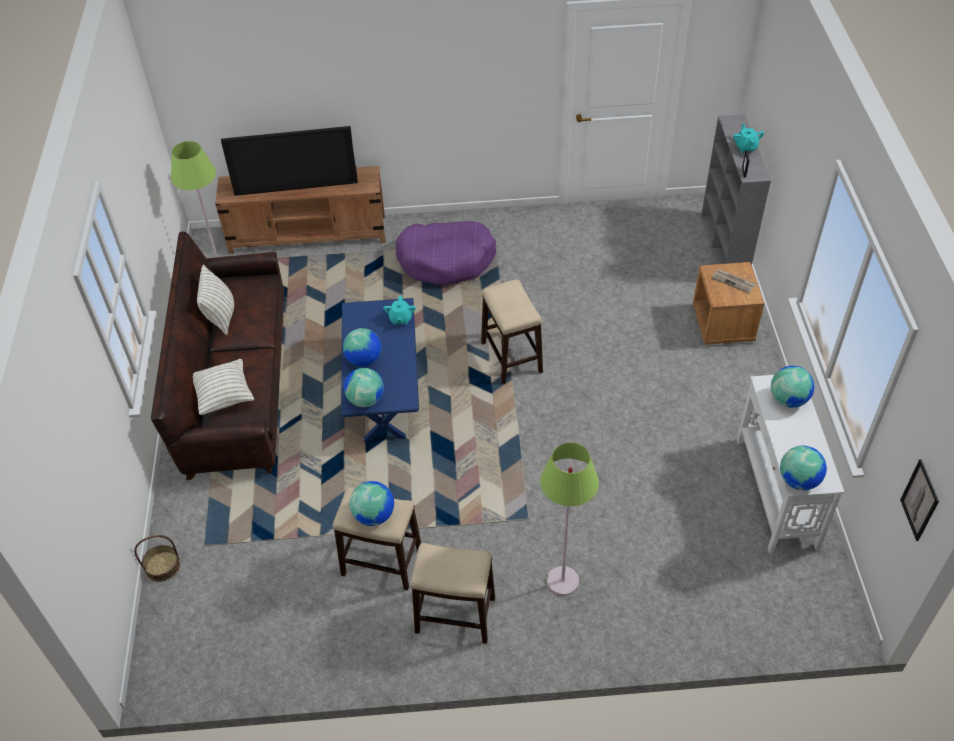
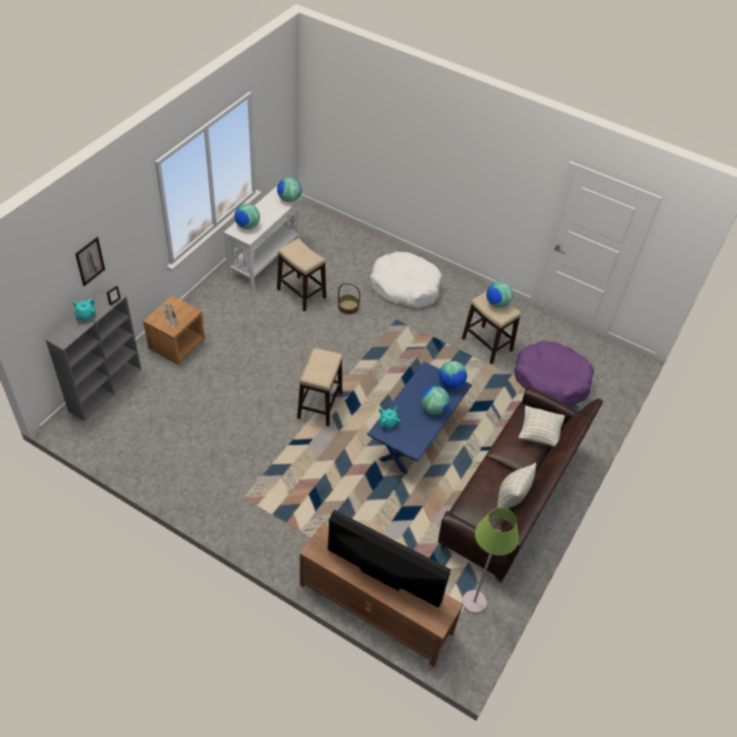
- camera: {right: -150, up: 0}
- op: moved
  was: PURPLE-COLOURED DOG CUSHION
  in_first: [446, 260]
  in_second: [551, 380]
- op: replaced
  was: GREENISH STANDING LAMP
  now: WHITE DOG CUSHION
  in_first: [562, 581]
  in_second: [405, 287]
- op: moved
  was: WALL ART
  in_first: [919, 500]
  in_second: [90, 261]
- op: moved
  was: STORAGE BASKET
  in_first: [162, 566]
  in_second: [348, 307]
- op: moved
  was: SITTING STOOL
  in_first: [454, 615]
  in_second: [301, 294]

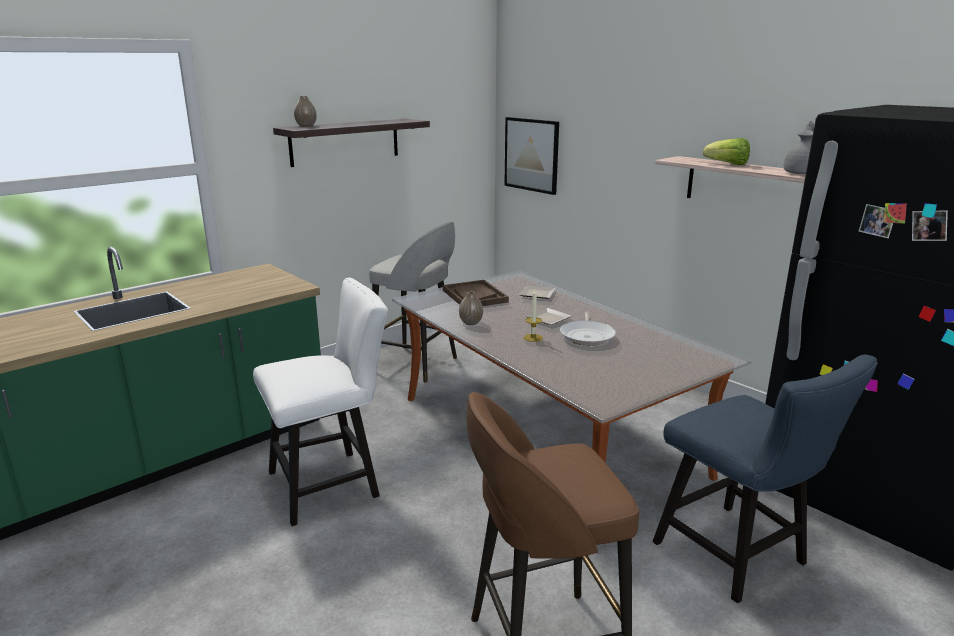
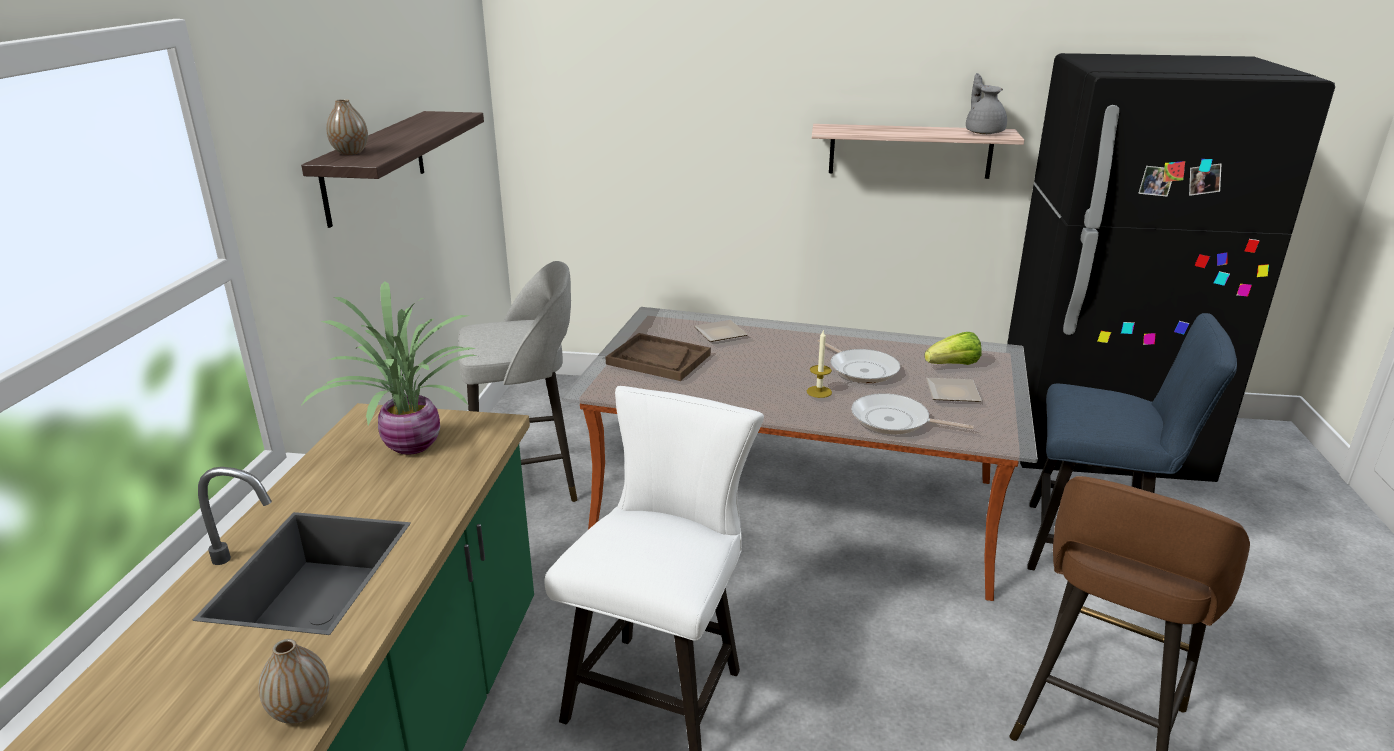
- camera: {right: -40, up: 5}
- op: removed
  was: WALL ART
  in_first: [531, 155]
- op: moved
  was: LETTUCE HEAD
  in_first: [727, 164]
  in_second: [953, 365]
- op: moved
  was: FLOWER VASE
  in_first: [471, 323]
  in_second: [301, 710]
- op: moved
  was: FLAT DISH
  in_first: [548, 319]
  in_second: [954, 394]
- op: added
  now: POTTED PLANT
  in_second: [412, 443]
- op: added
  now: FRYING PAN
  in_second: [894, 421]

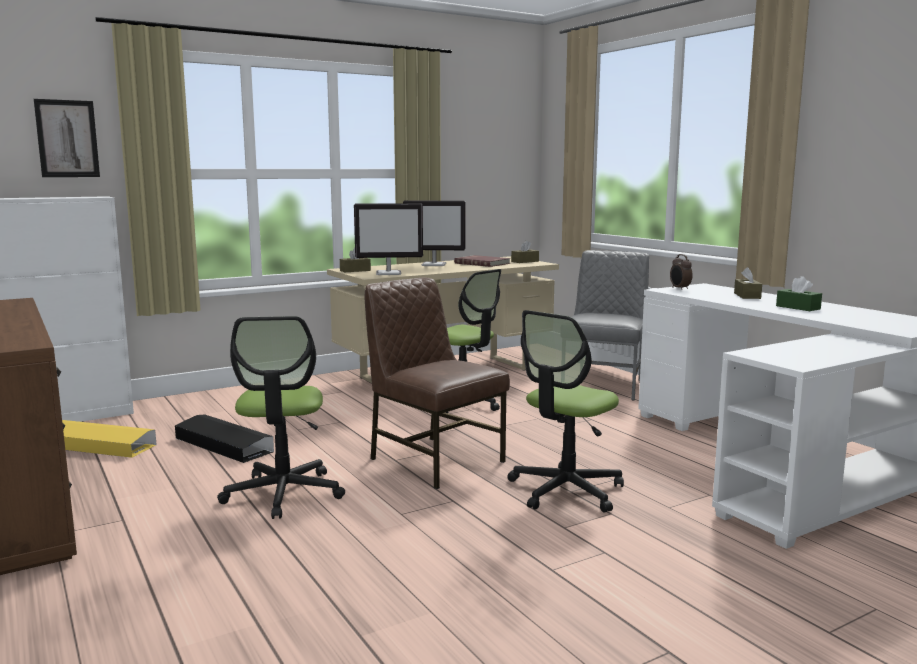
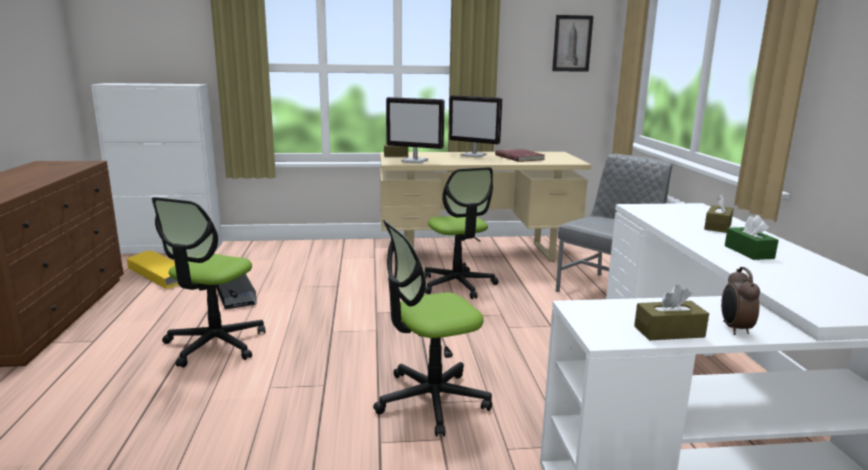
- camera: {right: 25, up: 5}
- op: moved
  was: WALL ART
  in_first: [67, 138]
  in_second: [572, 43]
- op: moved
  was: BROWN-COLOURED BOX OF TISSUES
  in_first: [525, 261]
  in_second: [669, 332]
- op: moved
  was: BEDSIDE CLOCK
  in_first: [679, 288]
  in_second: [734, 329]
- op: removed
  was: BROWN-COLOURED UPRIGHT CHAIR
  in_first: [434, 460]

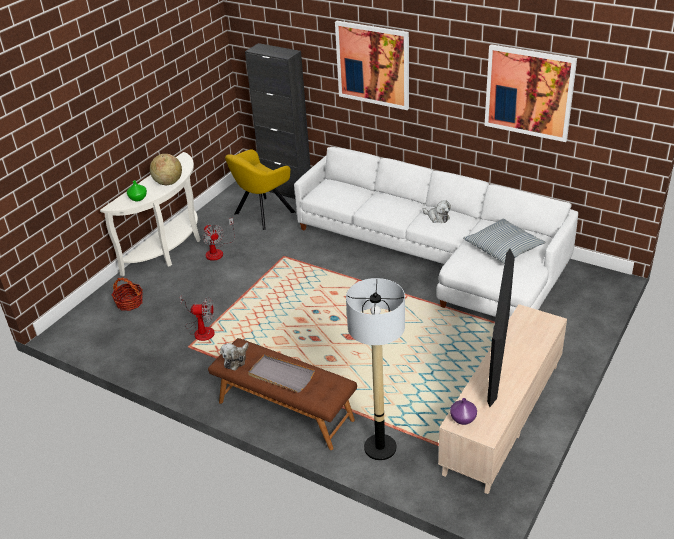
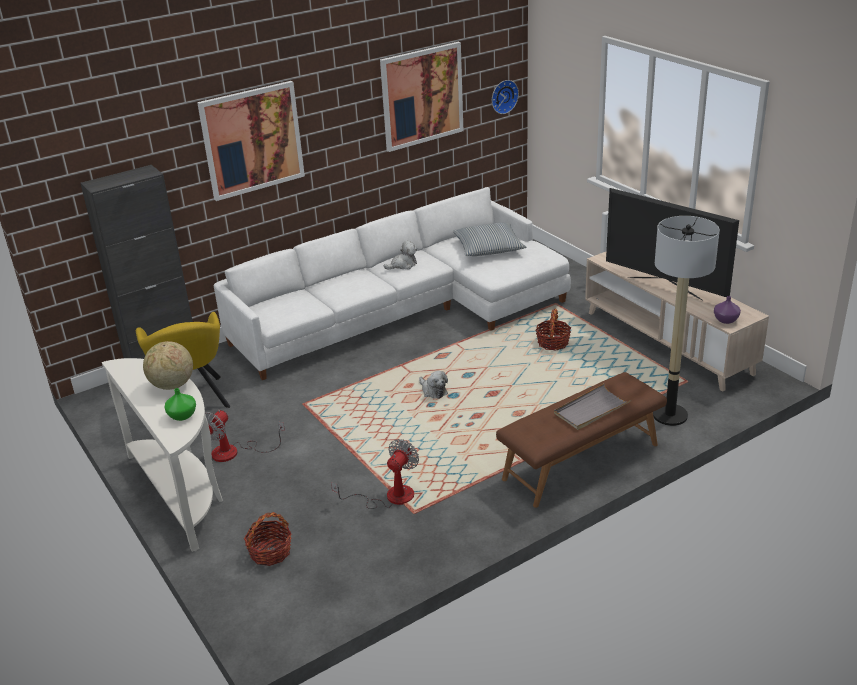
- camera: {right: -65, up: -5}
- op: turned
  was: ELECTRIC FAN
  in_first: [218, 251]
  in_second: [234, 452]
  clockwise: 120
- op: moved
  was: PLUSH TOY
  in_first: [236, 360]
  in_second: [433, 391]
- op: added
  now: WALL CLOCK
  in_second: [503, 96]
- op: added
  now: STORAGE BASKET
  in_second: [553, 343]

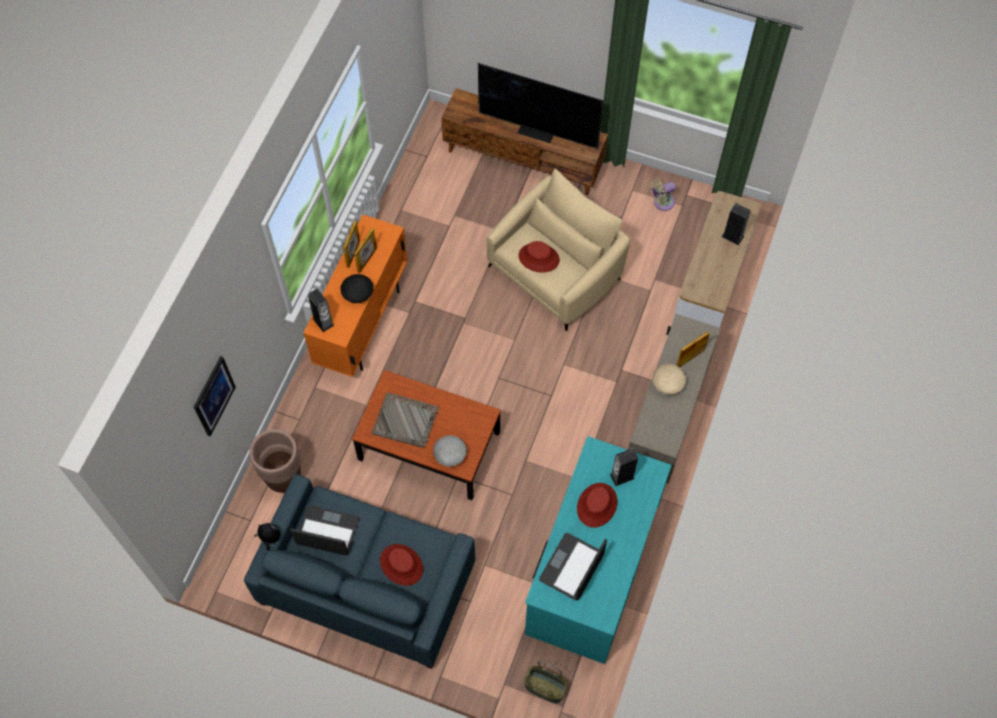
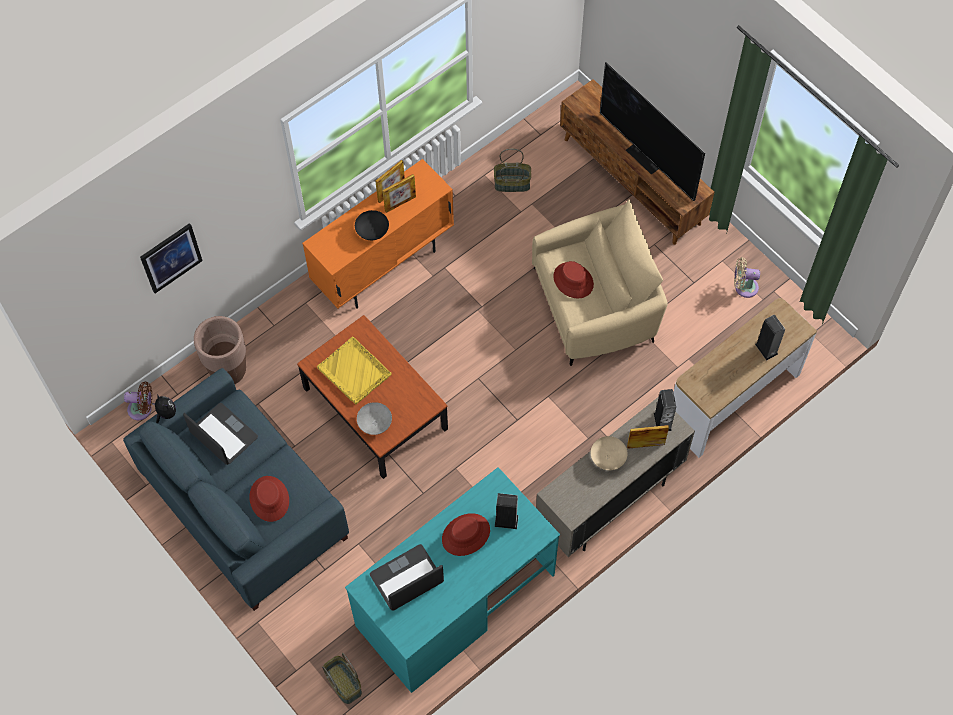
- camera: {right: 30, up: 0}
- op: moved
  was: LOUDSPEAKER
  in_first: [323, 321]
  in_second: [662, 421]
- op: recoloured
  was: GREYISH CARRYING TRAY
  now: YELLOW-COLOURED CARRYING TRAY
  in_first: [406, 421]
  in_second: [354, 372]
- op: added
  now: STORAGE BASKET
  in_second: [512, 183]
- op: added
  now: BROWN-COLOURED ELECTRIC FAN
  in_second: [142, 409]

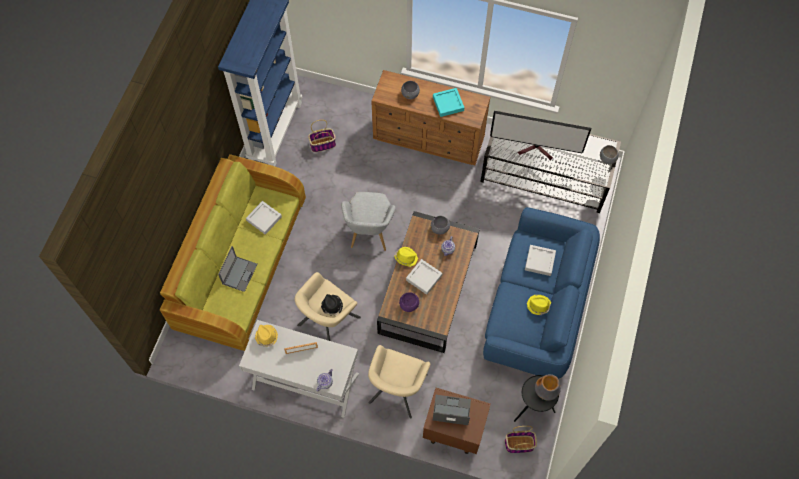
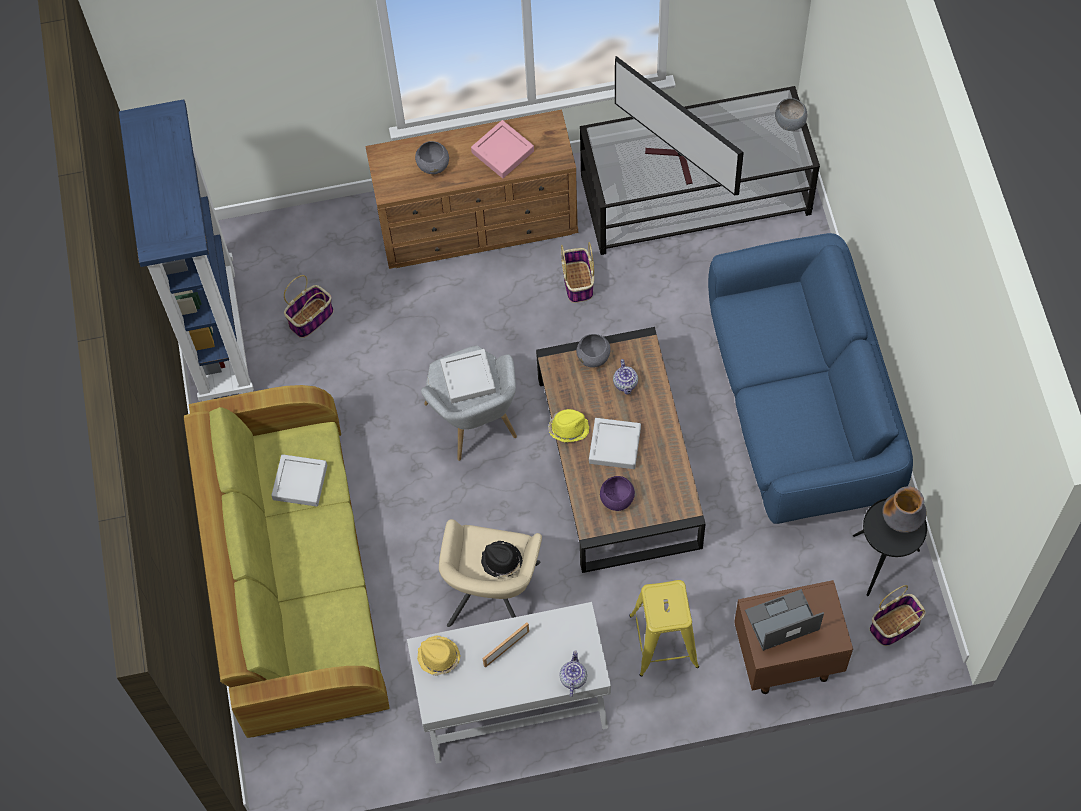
- camera: {right: -25, up: 0}
- op: recoloured
  was: TURQUOISE-COLOURED CARRYING TRAY
  now: PINK-COLOURED CARRYING TRAY
  in_first: [448, 104]
  in_second: [502, 152]
- op: turned
  was: TV SET
  in_first: [537, 150]
  in_second: [676, 161]
  clockwise: 60
- op: moved
  was: GREYISH CARRYING TRAY
  in_first: [540, 261]
  in_second: [468, 378]
- op: removed
  was: LAPTOP
  in_first: [240, 273]
- op: removed
  was: YELLOW-COLOURED CLOTHING HAT
  in_first: [538, 306]
- op: replaced
  was: SAND-COLOURED LOUNGE CHAIR
  now: YELLOW-COLOURED SITTING STOOL
  in_first: [397, 389]
  in_second: [663, 641]
- op: added
  now: STORAGE BASKET
  in_second: [578, 283]

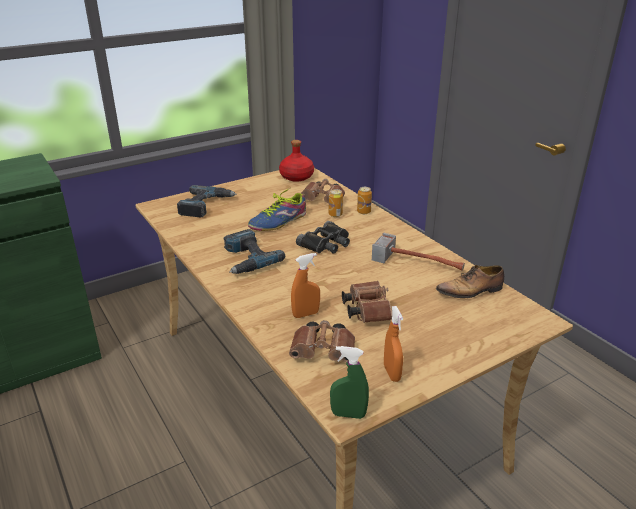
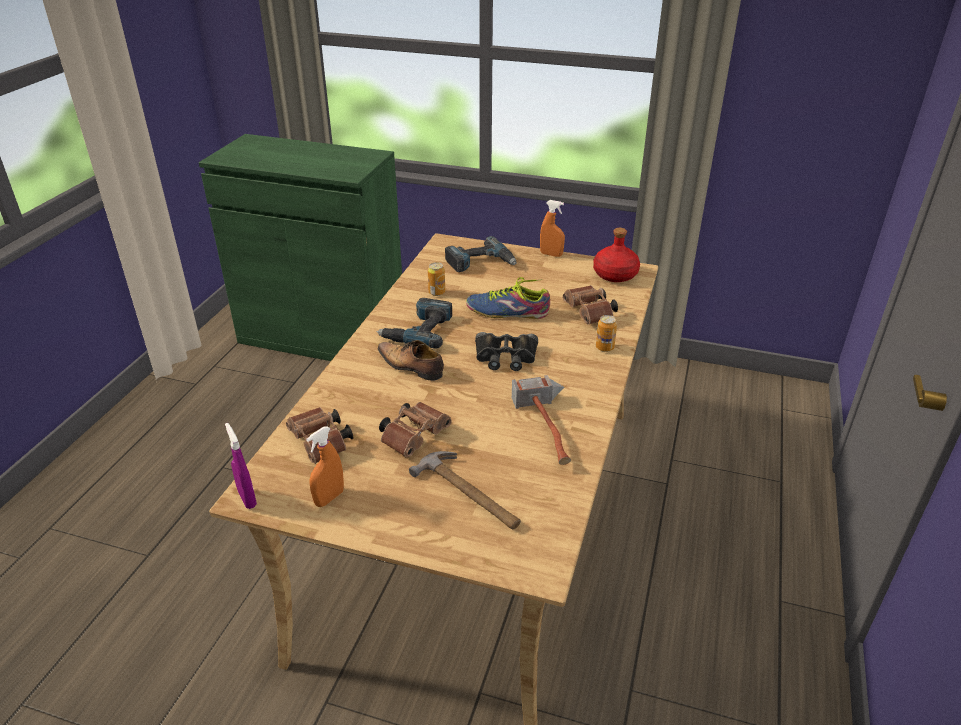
- camera: {right: 50, up: 5}
- op: moved
  was: METAL CAN
  in_first: [335, 214]
  in_second: [437, 292]
- op: moved
  was: ORANGE HAND SPRAYER
  in_first: [306, 314]
  in_second: [551, 254]
- op: moved
  was: ITEM OF FOOTWEAR
  in_first: [471, 291]
  in_second: [411, 366]
- op: recoloured
  was: GREENISH HAND SPRAYER
  now: PURPLE-COLOURED HAND SPRAYER
  in_first: [348, 414]
  in_second: [247, 499]
- op: added
  now: TOOL HAMMER
  in_second: [469, 494]

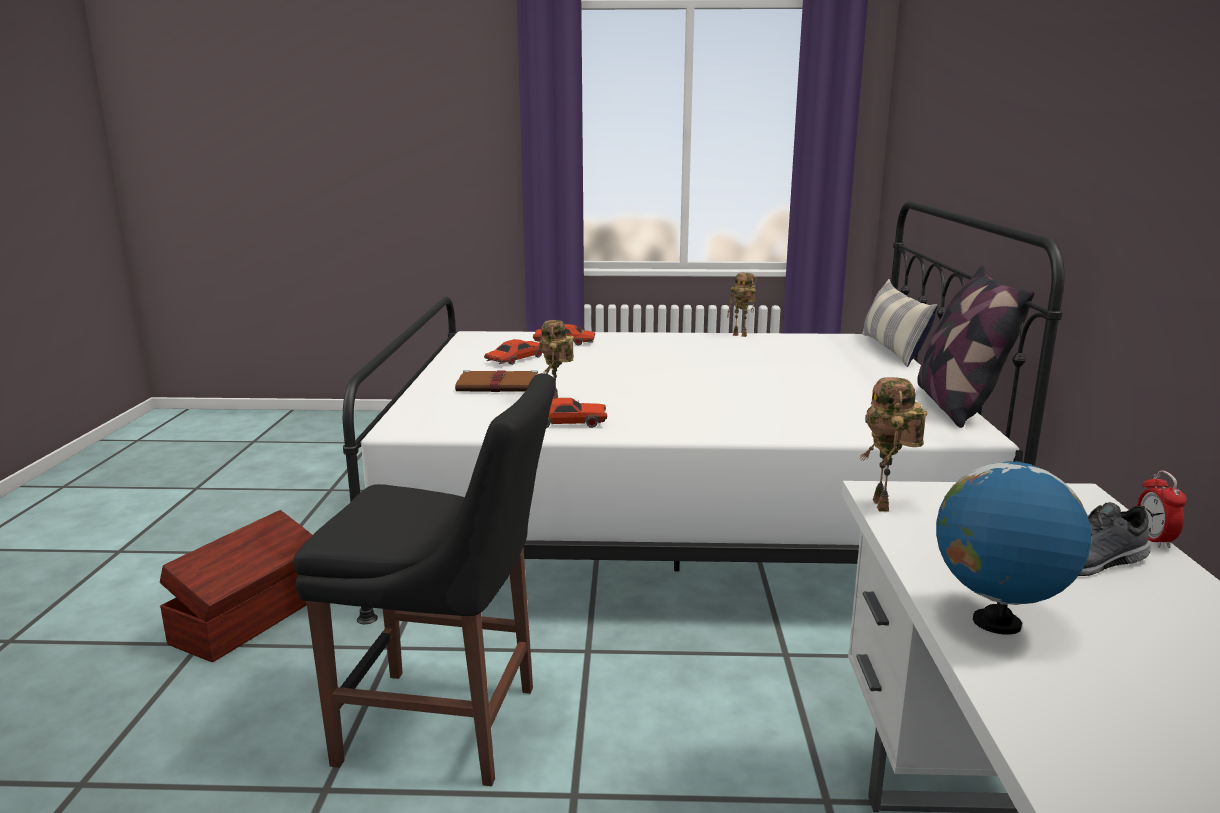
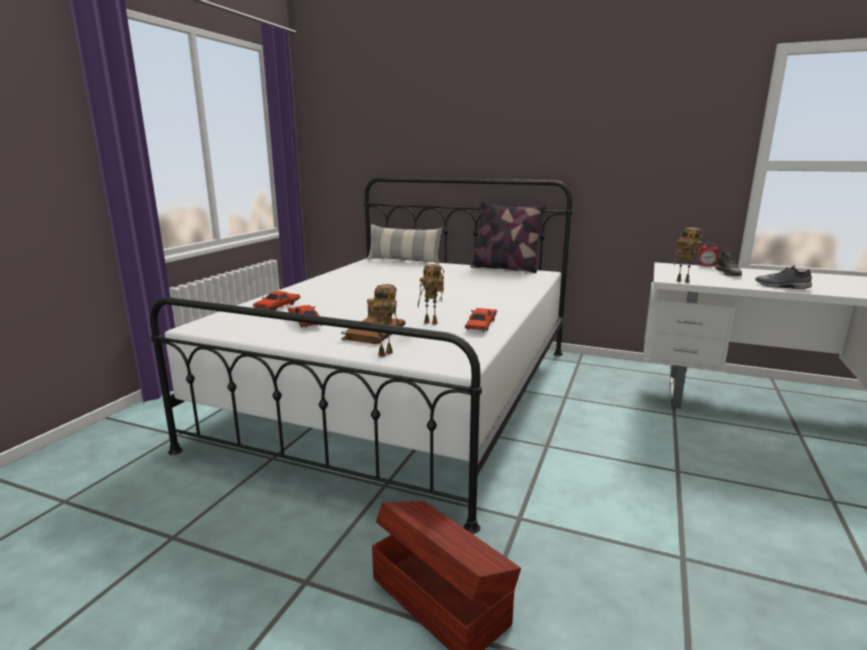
- camera: {right: -70, up: 0}
- op: moved
  was: TOY ROBOT
  in_first: [741, 335]
  in_second: [385, 353]
- op: removed
  was: BLACKISH UPRIGHT CHAIR
  in_first: [448, 726]
- op: replaced
  was: DESK GLOBE
  now: GREYISH ITEM OF FOOTWEAR
  in_first: [995, 623]
  in_second: [781, 286]

